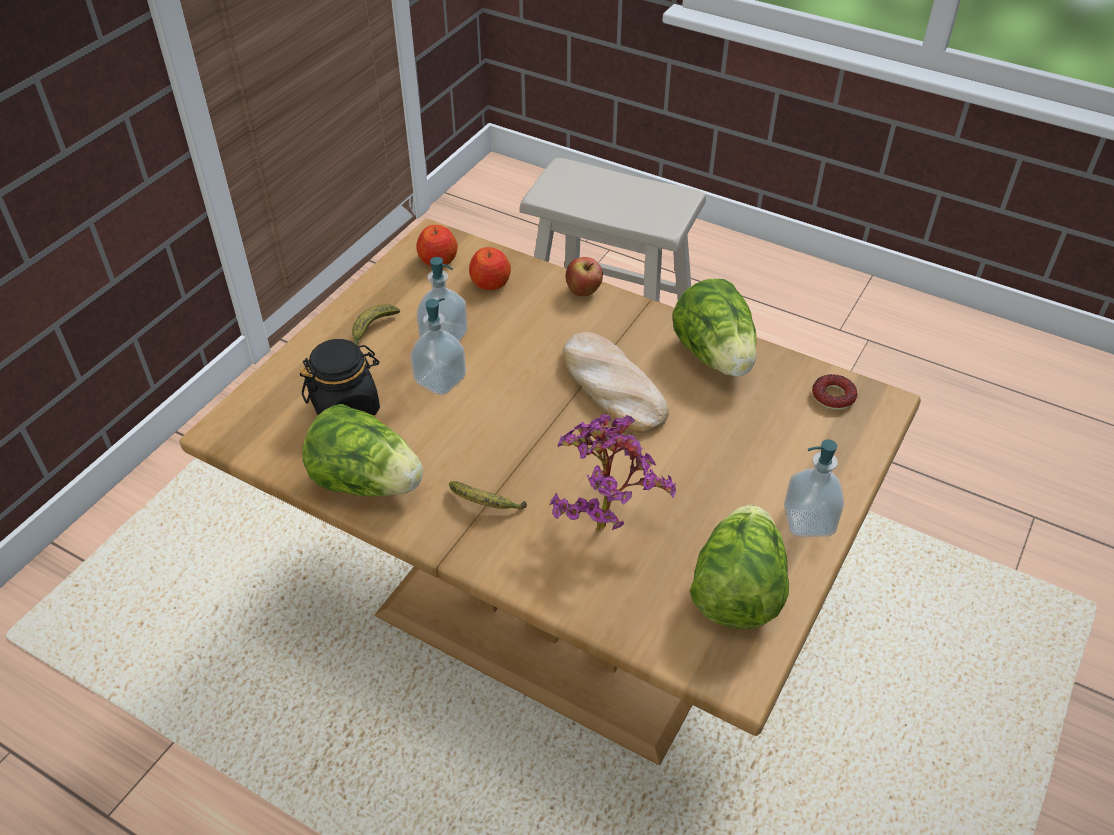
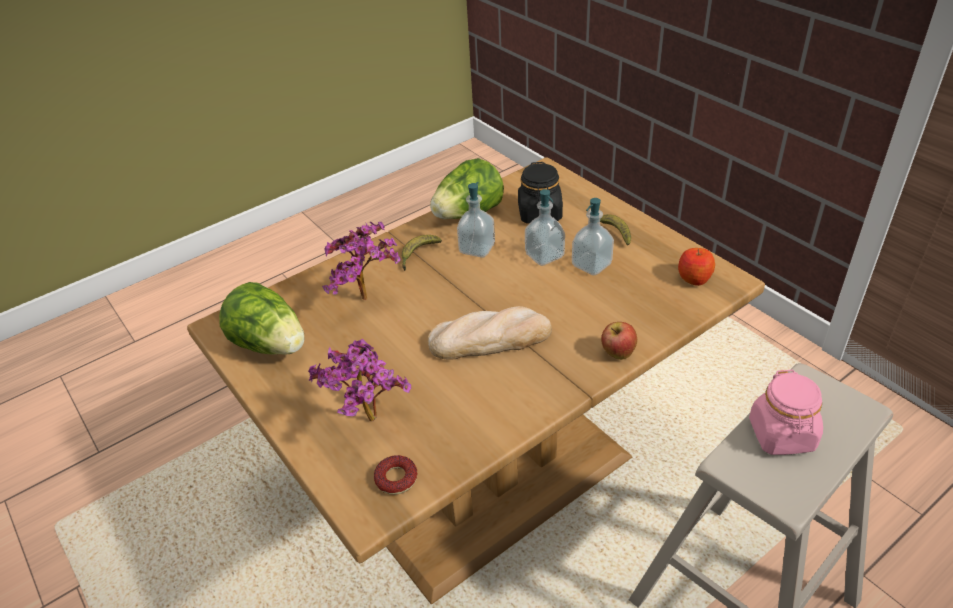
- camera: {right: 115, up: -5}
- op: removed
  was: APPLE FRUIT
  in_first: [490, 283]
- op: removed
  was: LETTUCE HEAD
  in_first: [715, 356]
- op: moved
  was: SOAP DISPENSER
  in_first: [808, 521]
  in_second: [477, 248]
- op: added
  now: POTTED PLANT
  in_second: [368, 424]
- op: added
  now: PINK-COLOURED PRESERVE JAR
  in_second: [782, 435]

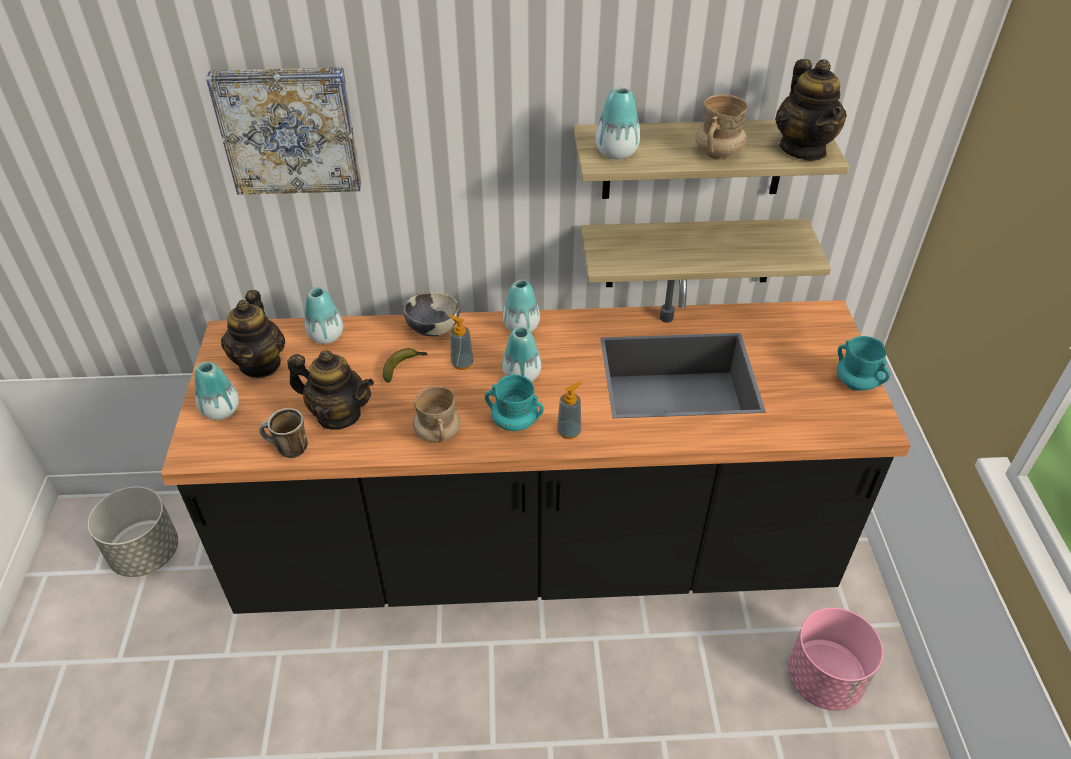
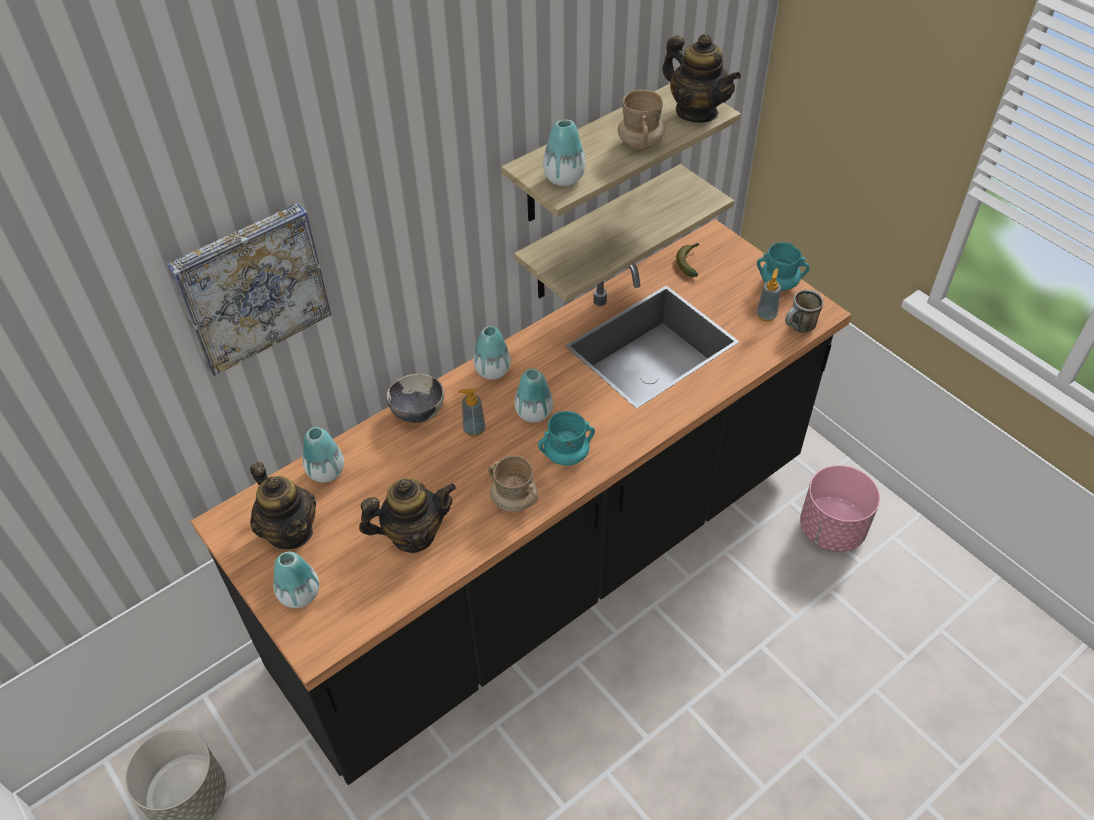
- camera: {right: -35, up: 5}
- op: moved
  was: WHOLE BANANA
  in_first: [404, 367]
  in_second: [689, 262]
- op: moved
  was: SOAP DISPENSER
  in_first: [569, 431]
  in_second: [766, 315]
- op: moved
  was: MUG
  in_first: [287, 450]
  in_second: [799, 328]

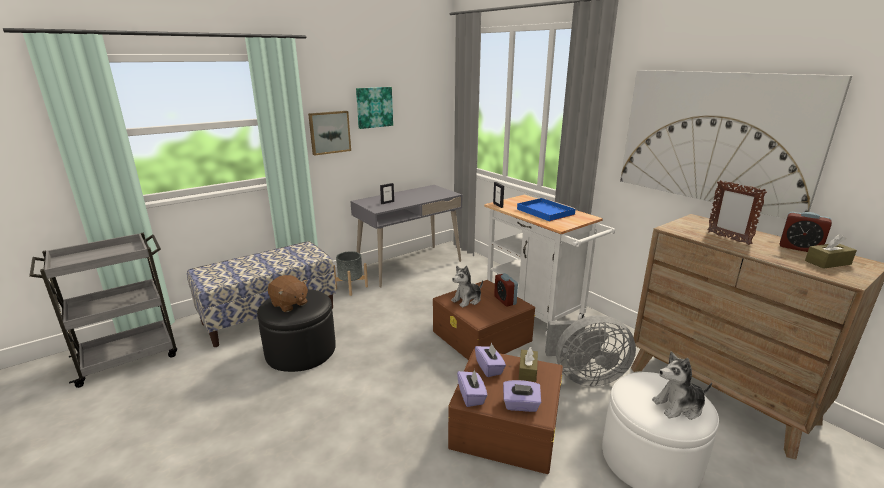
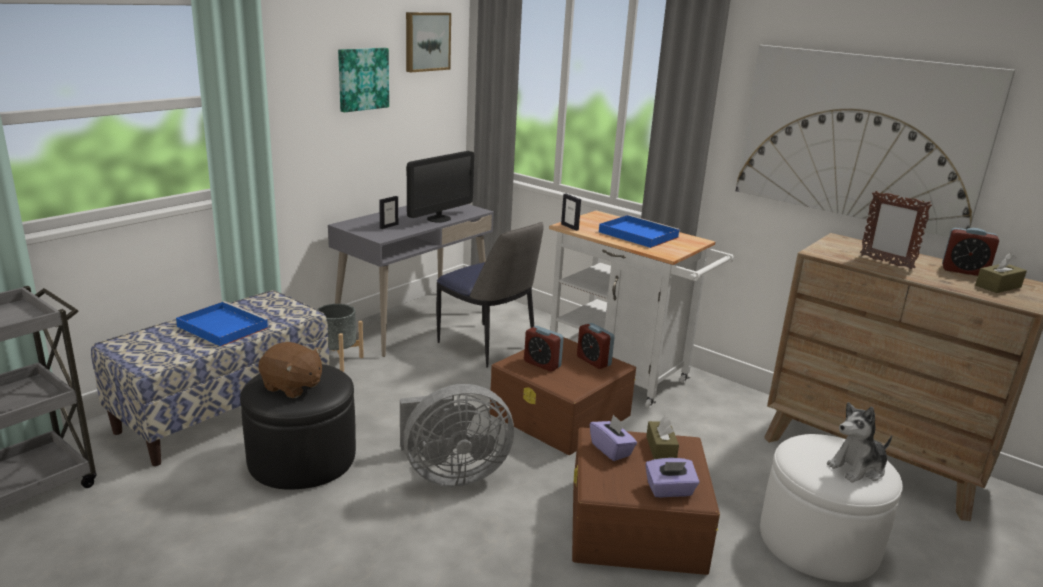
- camera: {right: -15, up: 0}
- op: moved
  was: WALL ART
  in_first: [329, 132]
  in_second: [426, 41]
- op: replaced
  was: PLUSH TOY
  now: BEDSIDE CLOCK
  in_first: [467, 300]
  in_second: [542, 364]
- op: moved
  was: GREYISH ELECTRIC FAN
  in_first: [584, 376]
  in_second: [451, 474]
- op: removed
  was: PURPLE-COLOURED BOX OF TISSUES
  in_first: [471, 396]
- op: added
  now: COMPUTER SCREEN
  in_second: [439, 219]
- op: added
  now: UPRIGHT CHAIR
  in_second: [488, 346]
- op: added
  now: BLUISH CARRYING TRAY
  in_second: [221, 327]

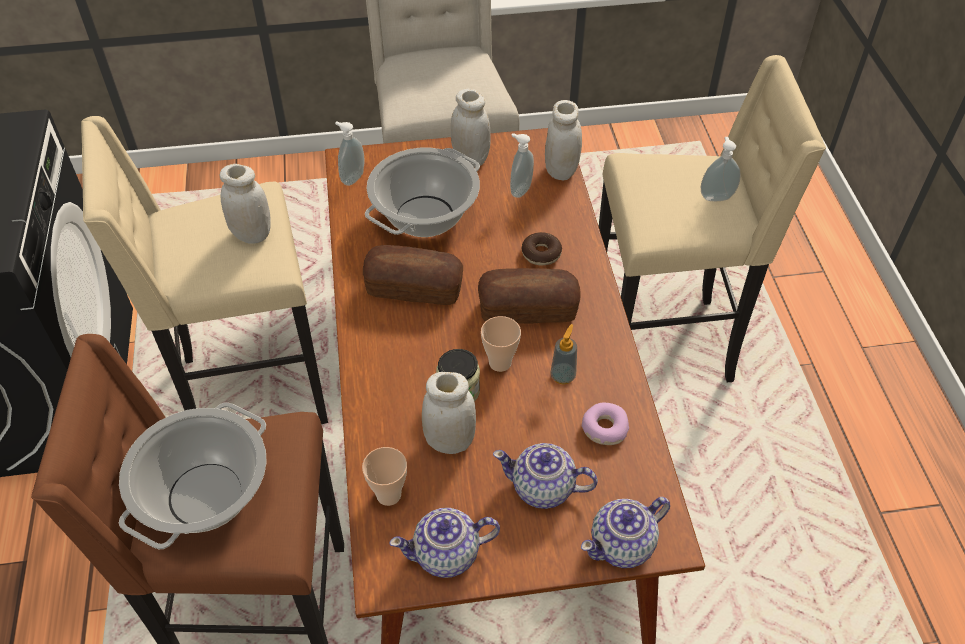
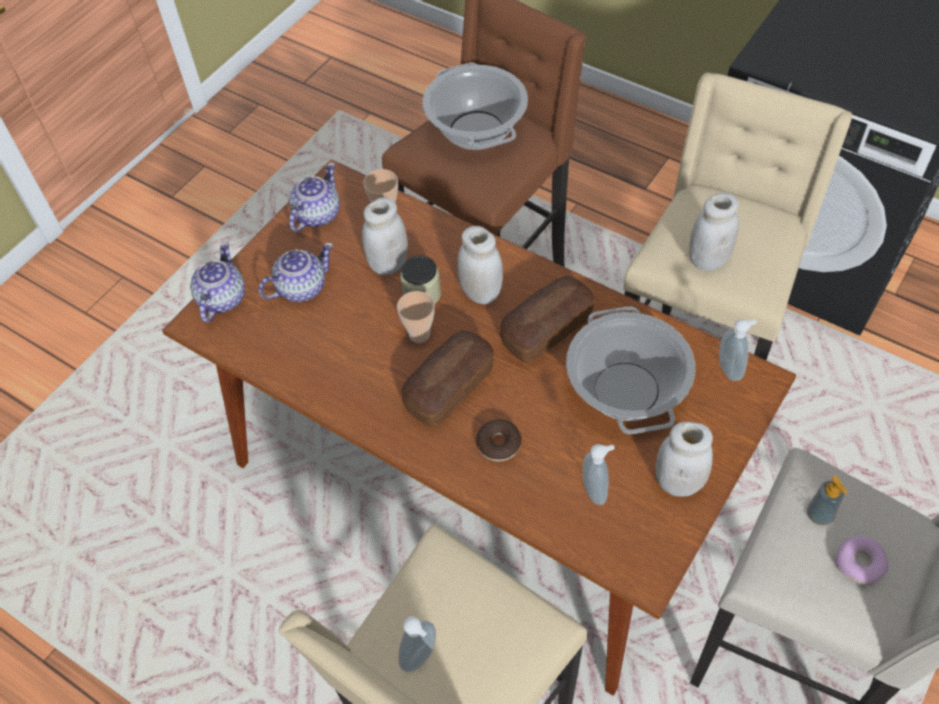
- camera: {right: 135, up: 5}
- op: moved
  was: WHITE PRESERVE JAR
  in_first: [561, 171]
  in_second: [481, 292]
- op: moved
  was: SOAP DISPENSER
  in_first: [563, 376]
  in_second: [819, 515]
- op: moved
  was: RING DOUGHNUT
  in_first: [604, 428]
  in_second: [859, 563]

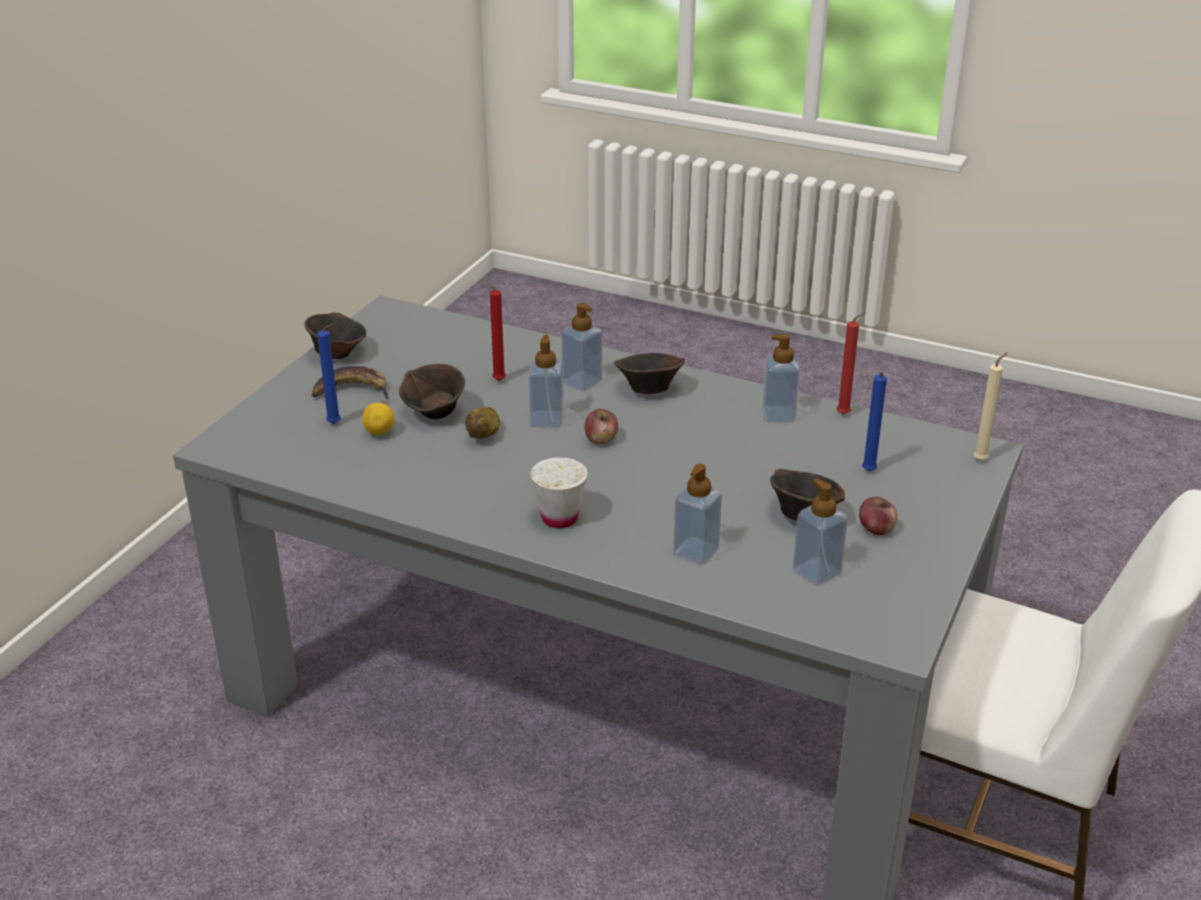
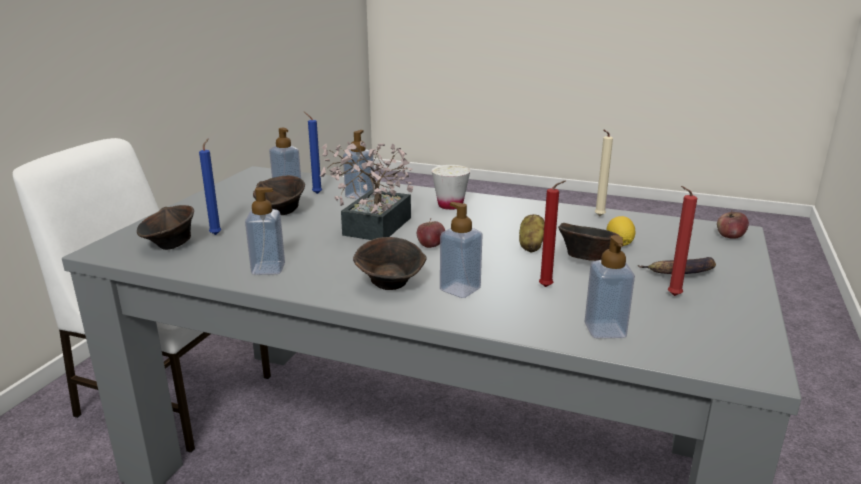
- camera: {right: 175, up: -10}
- op: moved
  was: BROWN-COLOURED SERVING BOWL
  in_first: [337, 353]
  in_second: [170, 245]
- op: moved
  was: RED WAX CANDLE
  in_first: [845, 414]
  in_second: [672, 296]
- op: moved
  was: BLUISH WAX CANDLE
  in_first: [336, 424]
  in_second: [315, 193]
- op: moved
  was: SOAP DISPENSER
  in_first: [547, 420]
  in_second: [605, 330]
- op: moved
  was: SAND-COLOURED WAX CANDLE
  in_first: [982, 459]
  in_second: [598, 216]
- op: moved
  was: APPLE FRUIT
  in_first: [876, 529]
  in_second: [730, 236]
- op: added
  now: POTTED PLANT
  in_second: [372, 229]

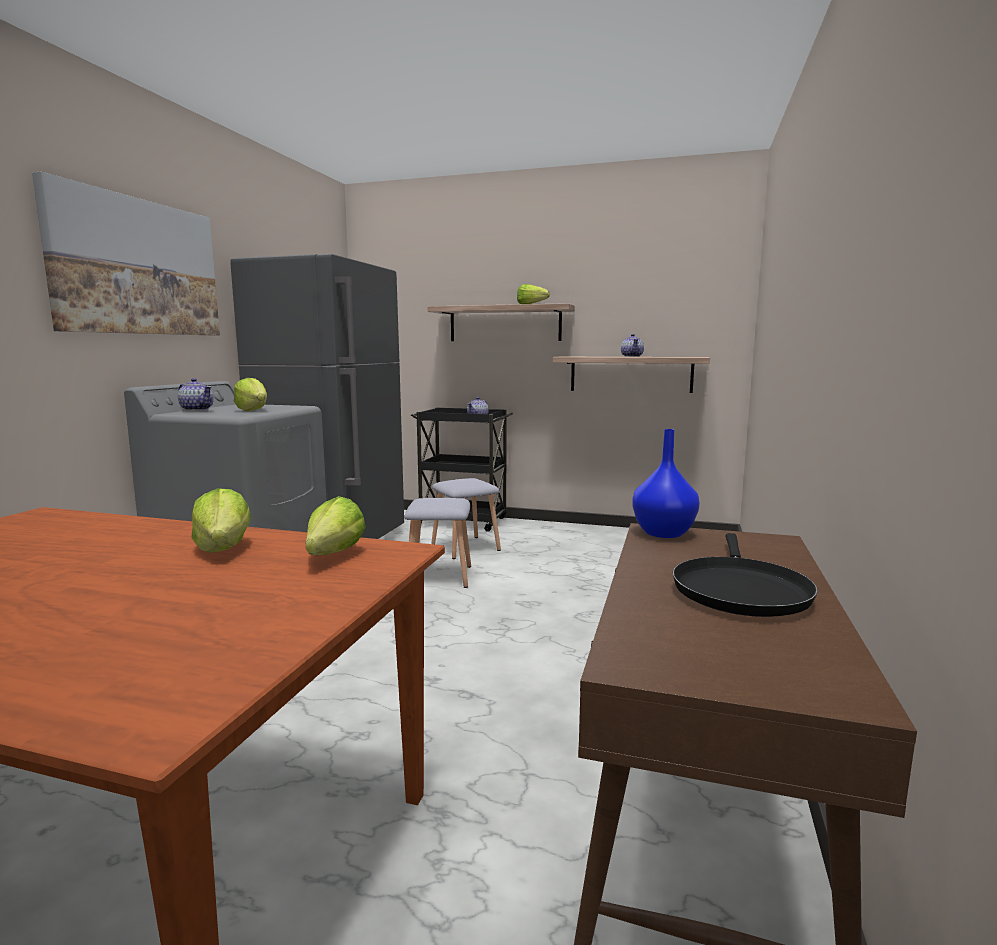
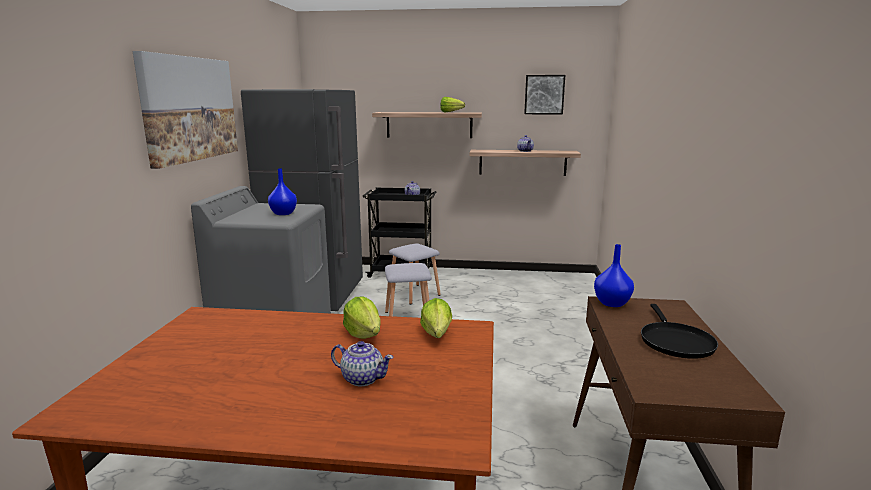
- camera: {right: -10, up: 5}
- op: moved
  was: POT FOR TEA
  in_first: [197, 409]
  in_second: [362, 378]
- op: replaced
  was: LETTUCE HEAD
  now: BLUISH FLOWER VASE
  in_first: [253, 410]
  in_second: [283, 213]
- op: added
  now: WALL ART
  in_second: [544, 94]

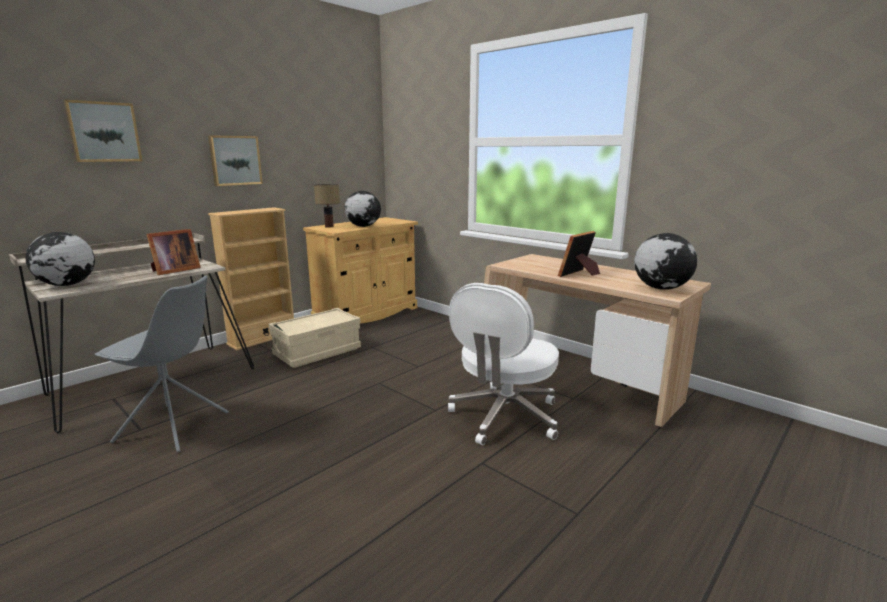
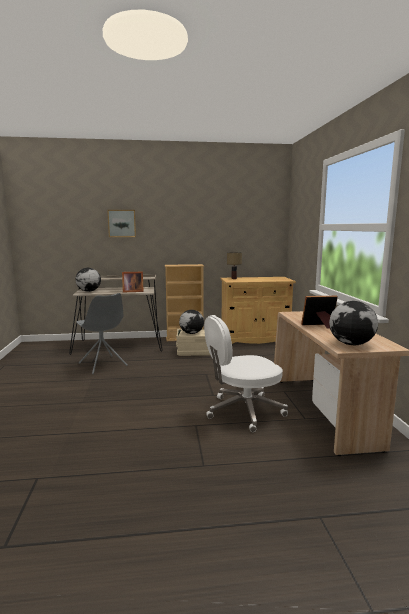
- camera: {right: 40, up: -5}
- op: removed
  was: WALL ART
  in_first: [235, 160]
- op: moved
  was: DESK GLOBE
  in_first: [363, 226]
  in_second: [191, 333]

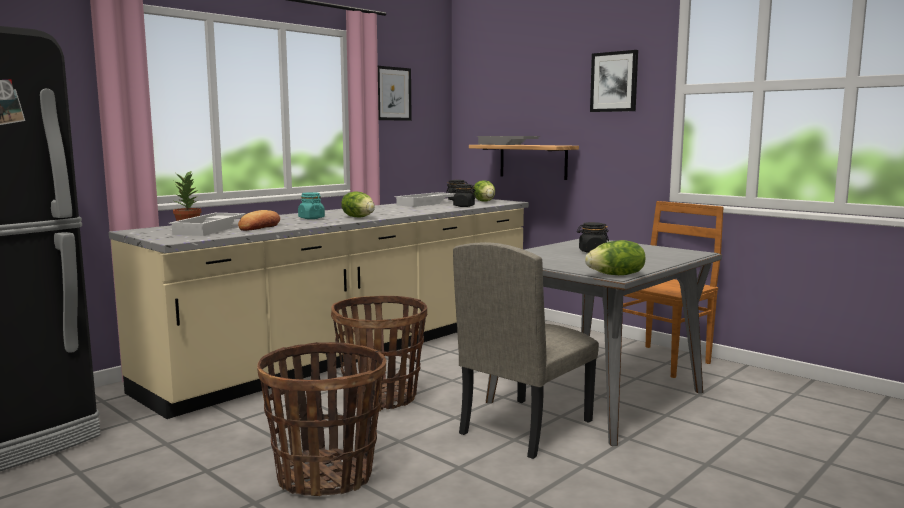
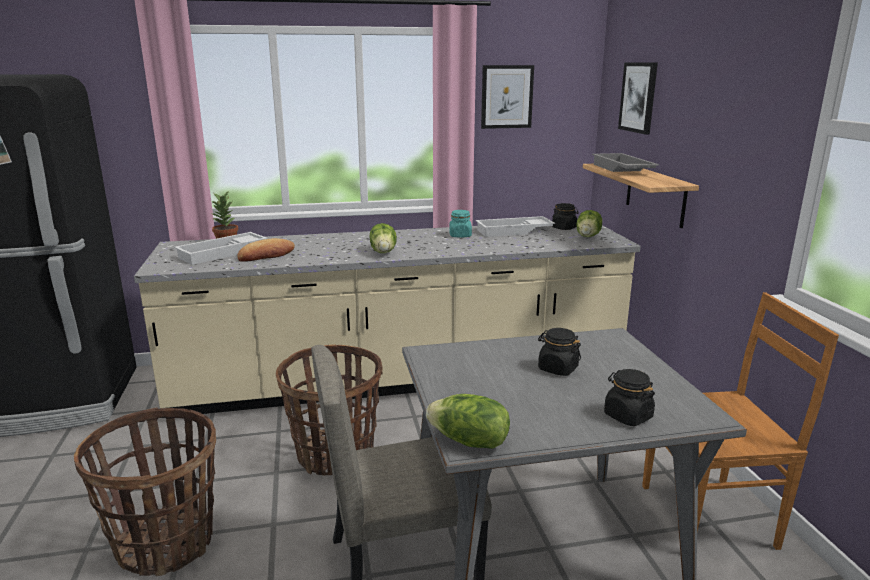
- camera: {right: 35, up: 10}
- op: moved
  was: WALL ART
  in_first: [614, 82]
  in_second: [638, 97]
- op: moved
  was: BLACKISH PRESERVE JAR
  in_first: [463, 206]
  in_second: [627, 416]
- op: moved
  was: TURQUOISE-COLOURED PRESERVE JAR
  in_first: [311, 218]
  in_second: [460, 235]

